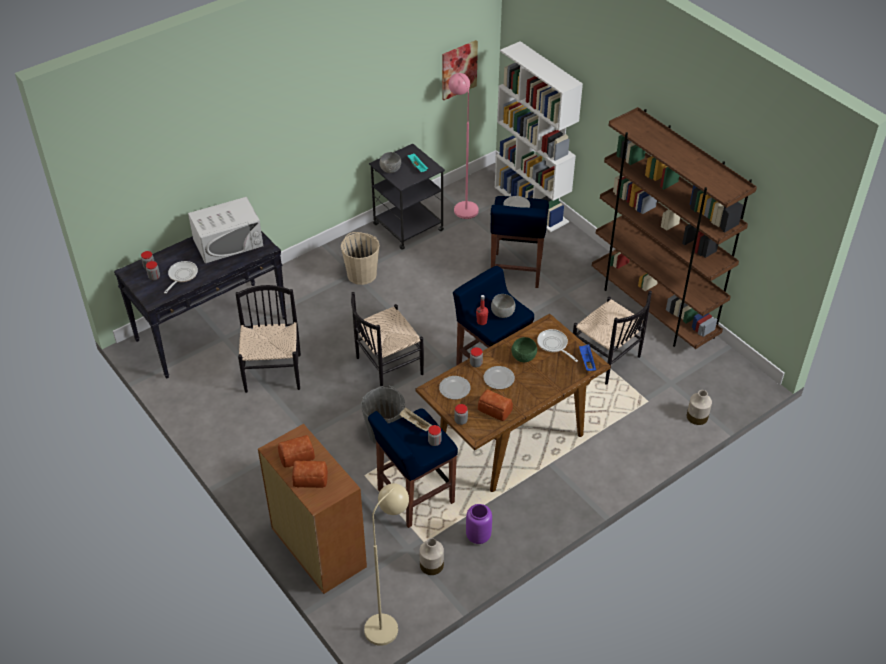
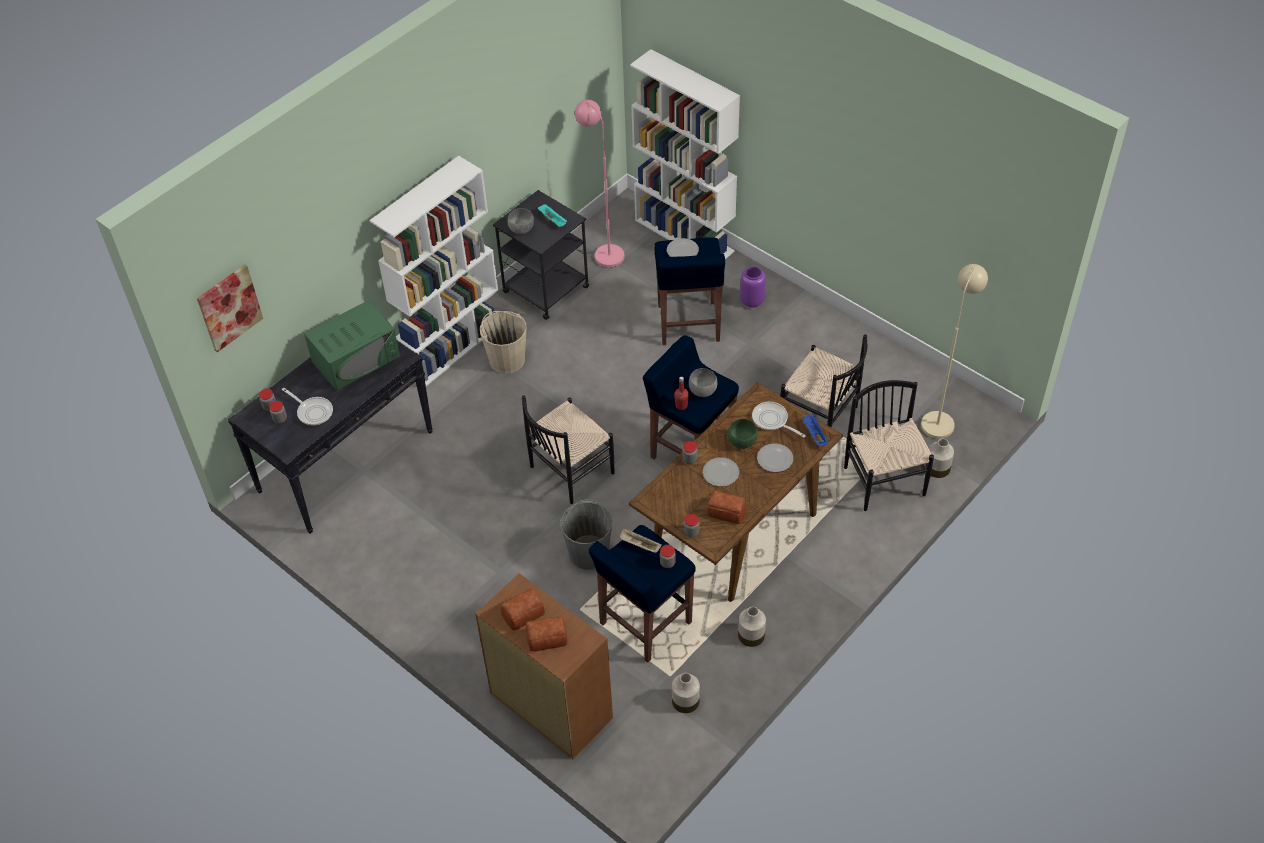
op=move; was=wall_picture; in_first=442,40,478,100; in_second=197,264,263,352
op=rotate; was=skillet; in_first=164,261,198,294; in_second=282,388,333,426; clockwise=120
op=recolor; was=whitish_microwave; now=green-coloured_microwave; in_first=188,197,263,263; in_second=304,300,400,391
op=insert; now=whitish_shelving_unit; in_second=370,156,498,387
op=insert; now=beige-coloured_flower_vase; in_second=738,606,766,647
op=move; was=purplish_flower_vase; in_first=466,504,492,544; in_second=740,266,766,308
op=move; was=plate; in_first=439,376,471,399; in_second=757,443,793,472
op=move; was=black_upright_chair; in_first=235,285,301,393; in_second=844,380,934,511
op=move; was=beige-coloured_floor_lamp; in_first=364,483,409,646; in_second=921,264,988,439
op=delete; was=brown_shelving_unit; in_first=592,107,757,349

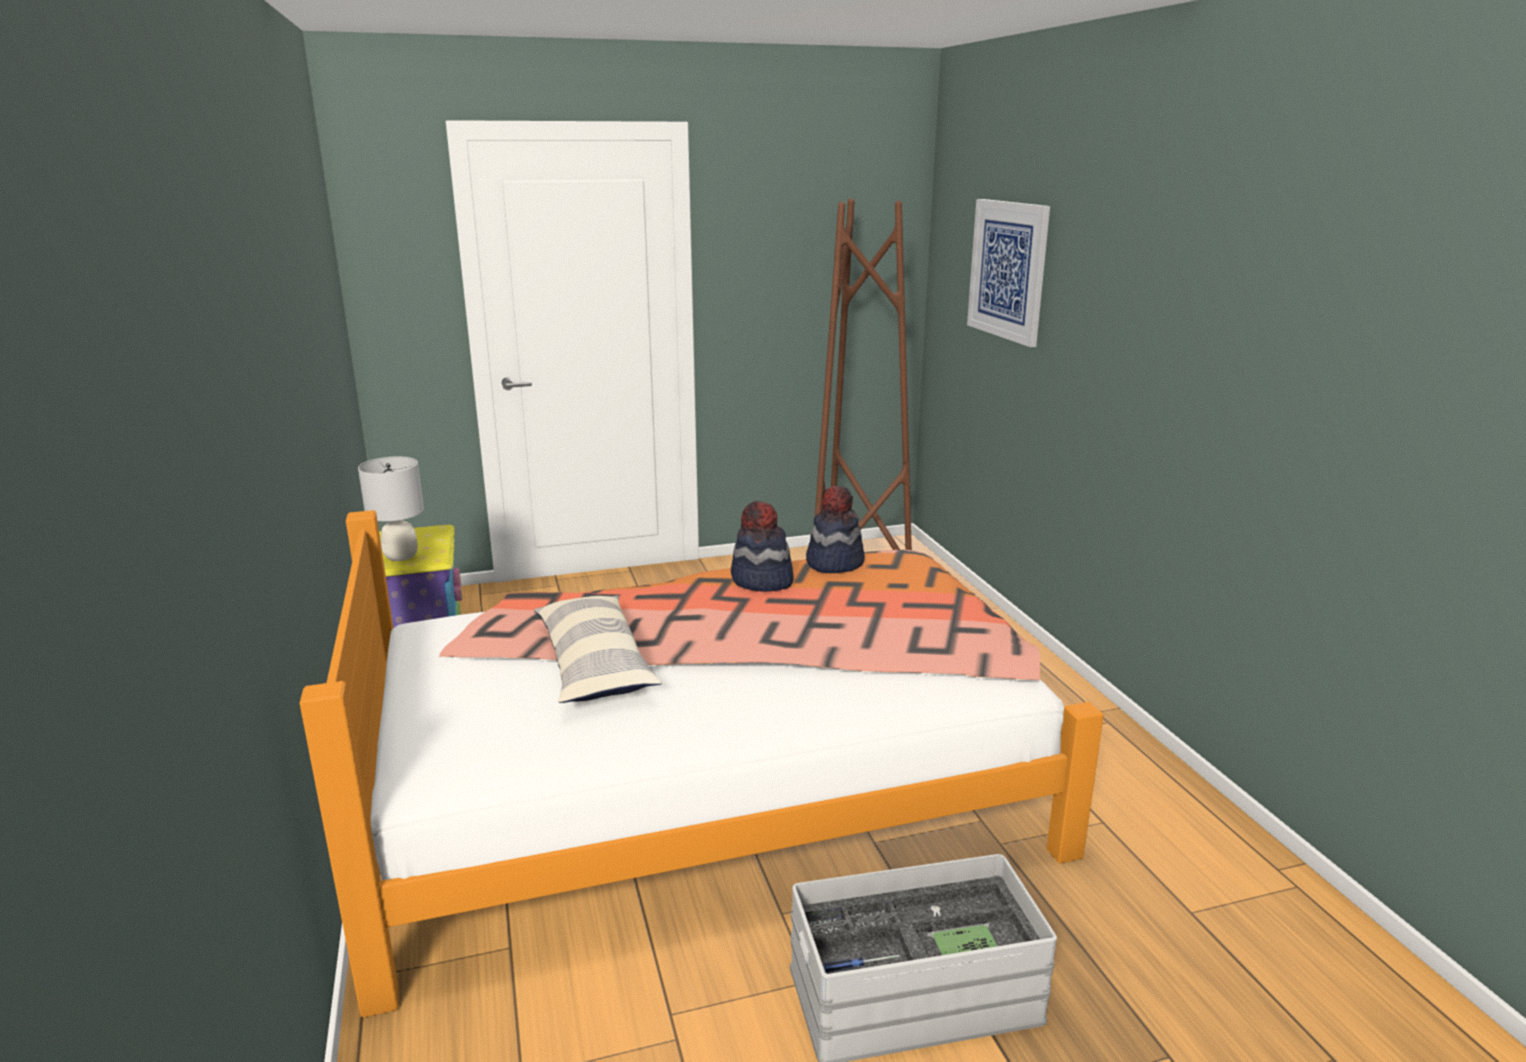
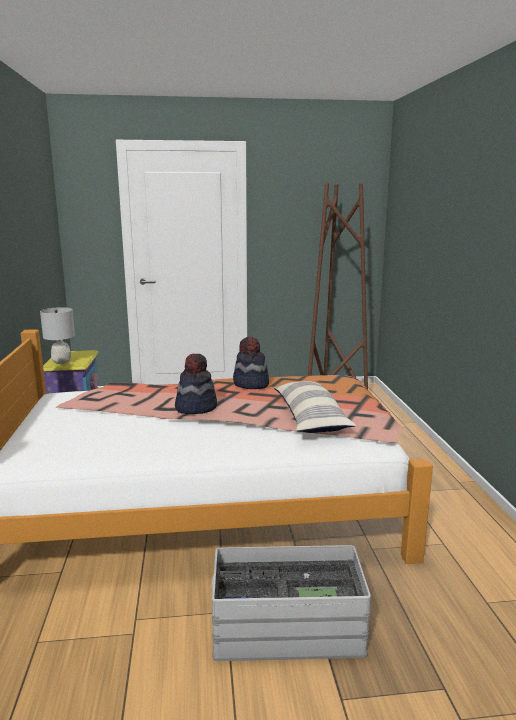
op=move; was=hat; in_first=806,486,865,573; in_second=175,354,217,414
op=move; was=throw_pillow; in_first=534,596,662,703; in_second=274,381,356,433
op=delete; was=wall_picture; in_first=967,199,1050,347

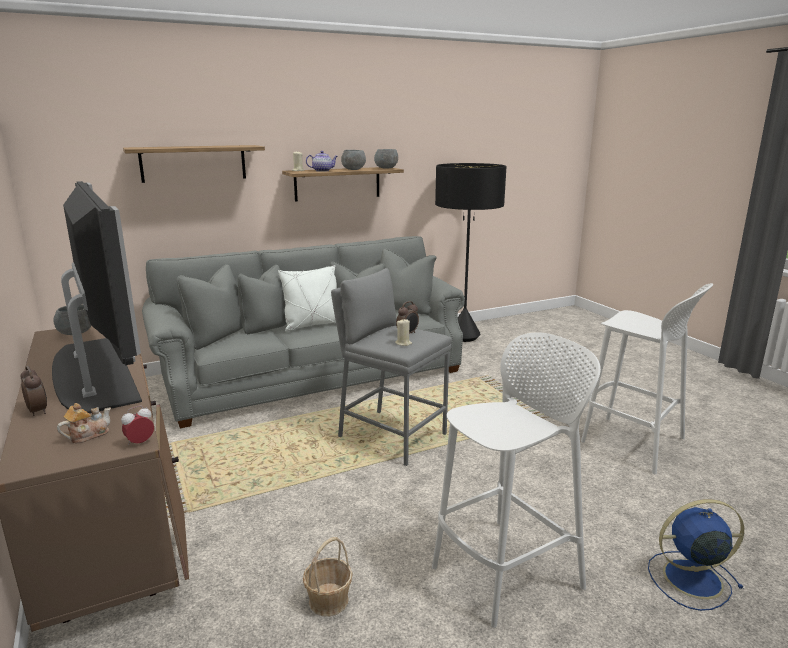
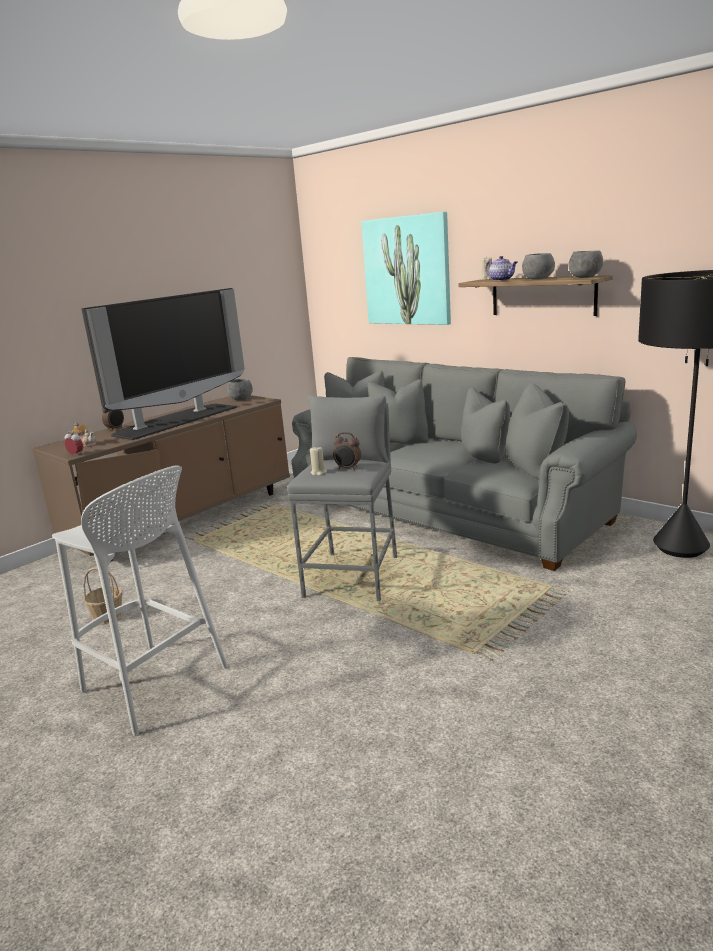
op=replace; was=wall_shelf; now=wall_picture; in_first=123,145,265,183; in_second=361,212,451,325
op=delete; was=whitish_throw_pillow; in_first=278,265,337,332
op=delete; was=whitish_sitting_stool; in_first=581,283,713,474
op=delete; was=blue_electric_fan; in_first=648,499,744,611

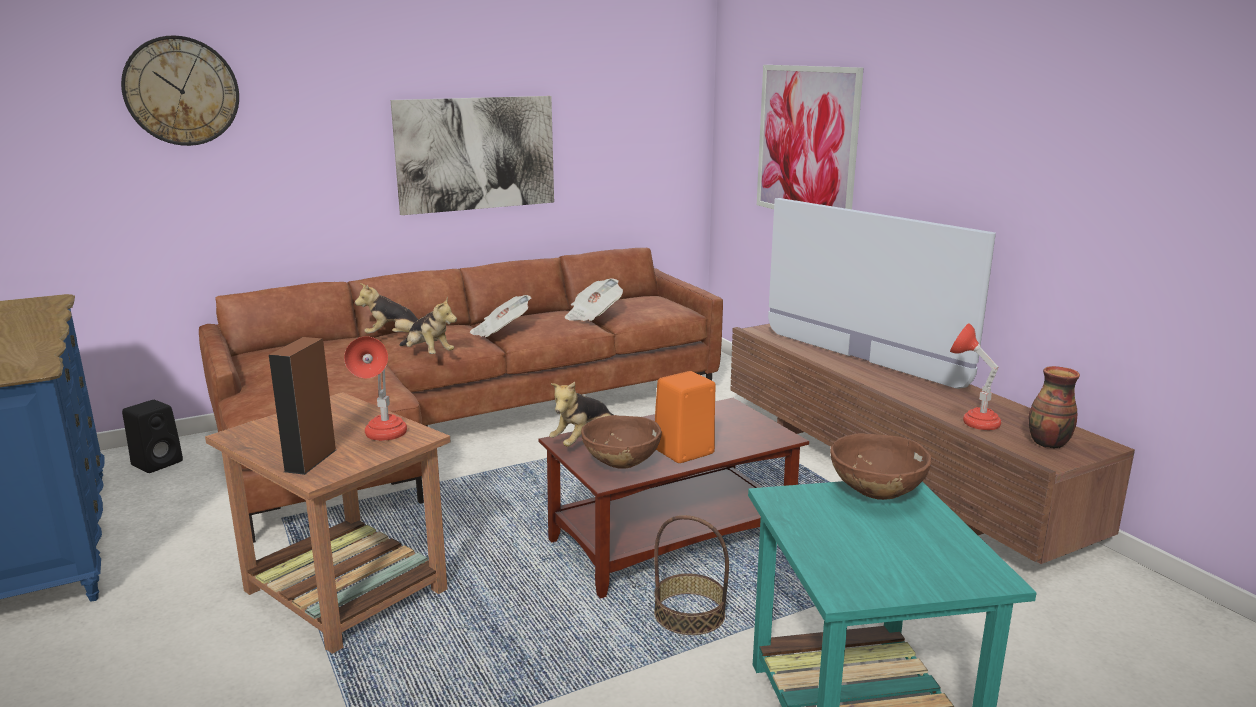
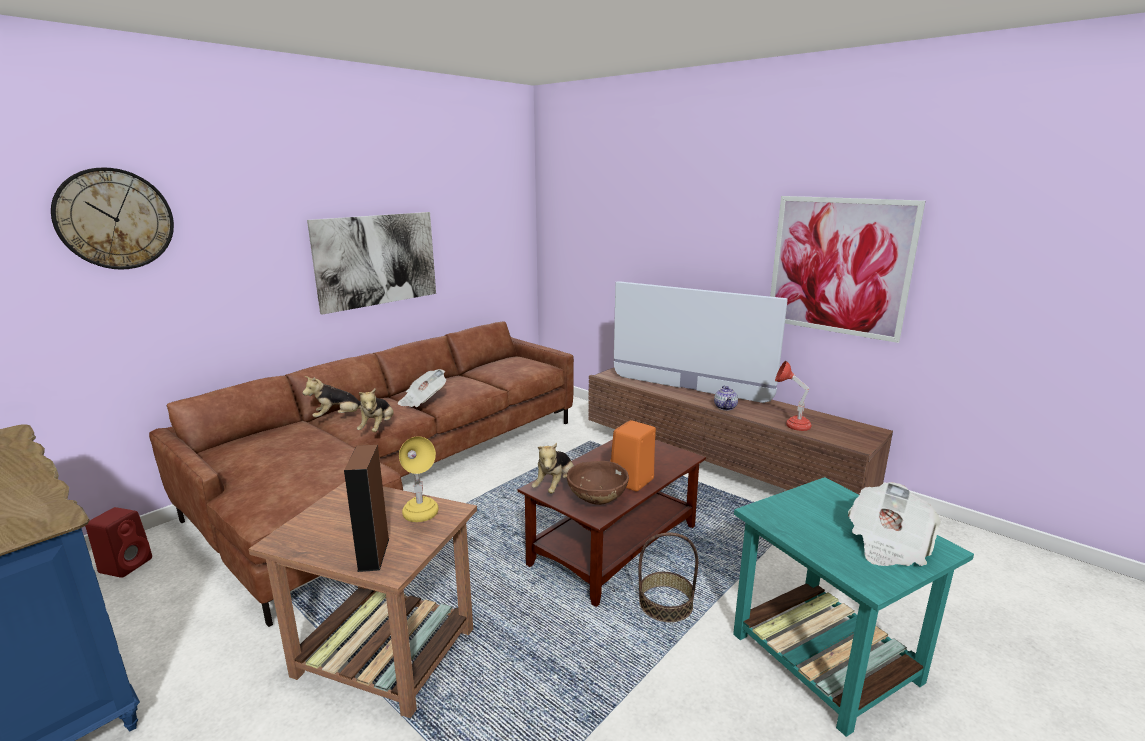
op=recolor; was=black_speaker; now=red-coloured_speaker; in_first=122,400,183,473; in_second=85,507,152,578
op=rotate; was=cuddly_toy; in_first=399,296,457,354; in_second=357,388,394,432; clockwise=75
op=recolor; was=red-coloured_tabletop_lamp; now=yellowish_tabletop_lamp; in_first=344,336,407,441; in_second=399,436,439,522
op=insert; now=tea_pot; in_second=714,386,738,410
op=move; was=wall_picture; in_first=757,65,864,209; in_second=770,196,925,343
op=move; was=printed_paper; in_first=565,278,623,321; in_second=848,482,941,566
op=delete; was=brown_deep_dish; in_first=830,433,931,500
op=delete; was=flower_vase; in_first=1029,366,1080,449

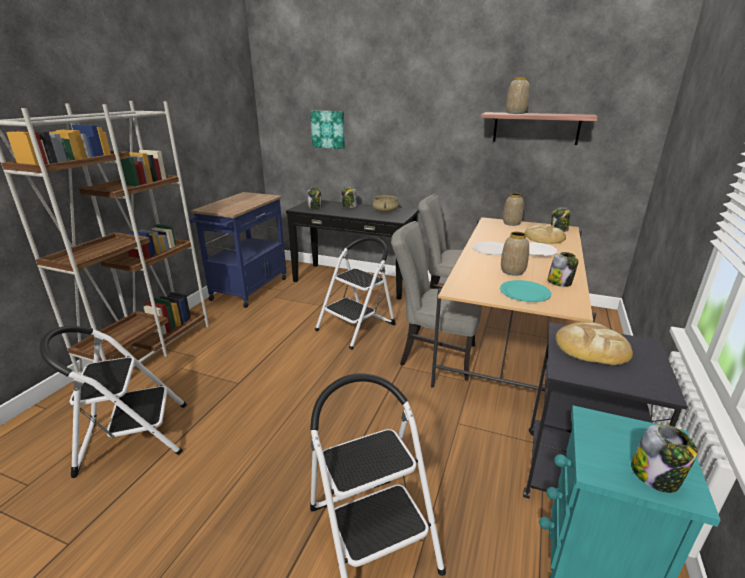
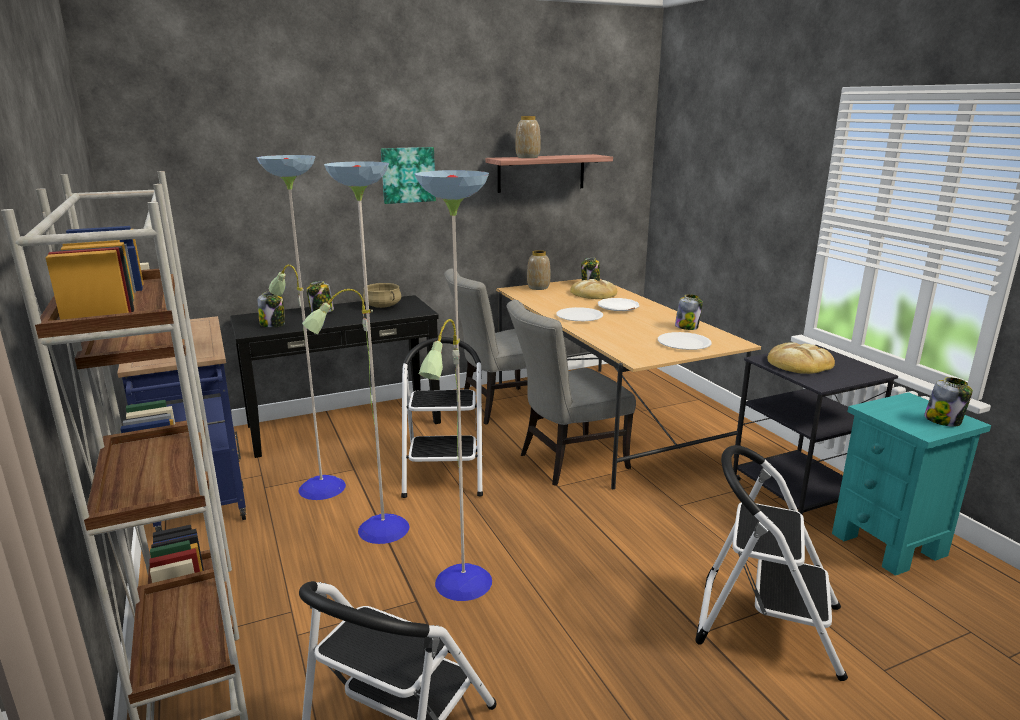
op=insert; now=floor_lamp; in_second=256,155,492,601
op=move; was=wall_picture; in_first=310,110,345,149; in_second=381,147,436,204
op=recolor; was=turquoise-coloured_plate; now=whitish_plate; in_first=500,280,551,302; in_second=658,332,712,350
op=delete; was=flower_vase; in_first=501,232,529,276

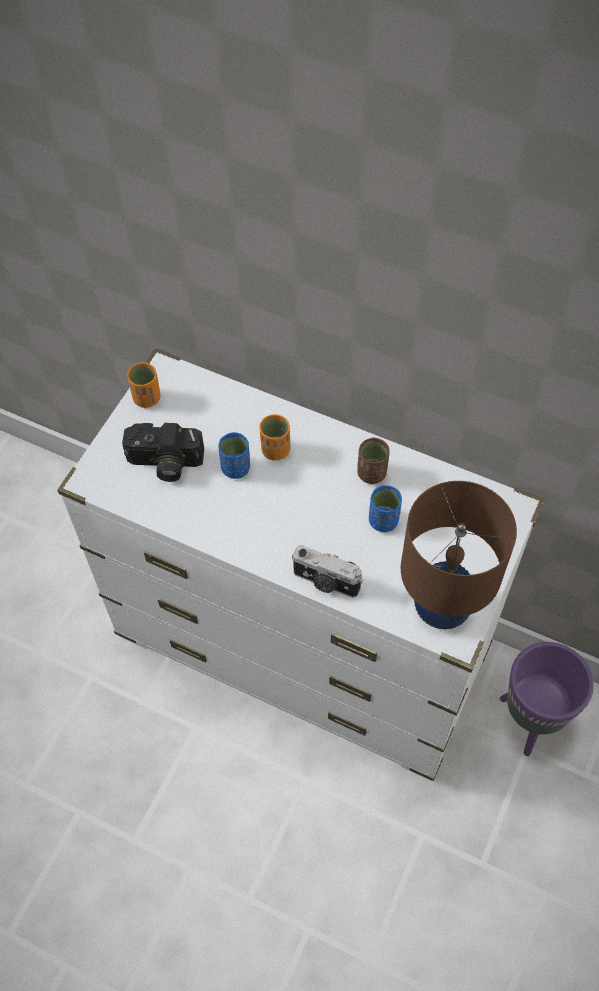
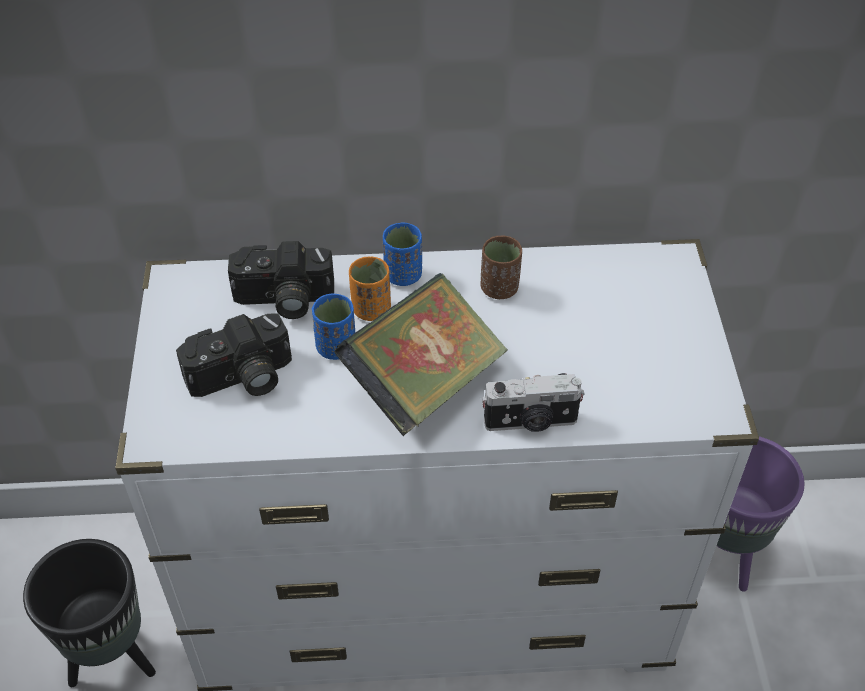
op=insert; now=black_flower_pot; in_second=23,539,156,687
op=insert; now=photo_camera; in_second=228,241,334,319
op=insert; now=bound_book; in_second=334,273,508,436
op=move; was=blue_drinking_cup; in_first=369,485,402,532; in_second=383,222,422,286
op=delete; was=orange-coloured_drinking_cup; in_first=127,362,161,408
op=delete; was=brown_tabletop_lamp; in_first=401,481,517,629

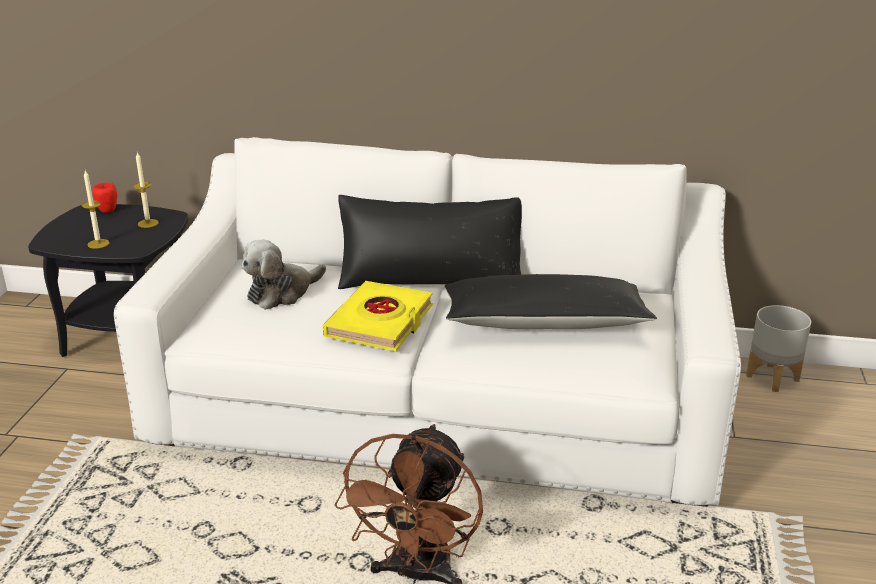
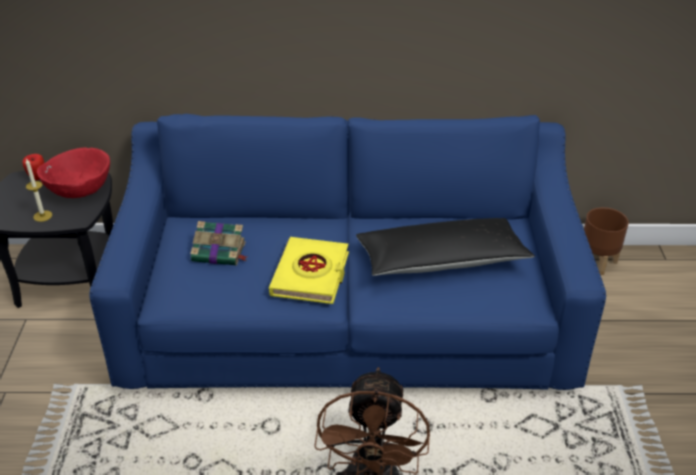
op=replace; was=wax_candle; now=red-coloured_deep_dish; in_first=133,152,159,228; in_second=37,147,110,198
op=recolor; was=whitish_sofa; now=blue_sofa; in_first=114,137,741,507; in_second=90,114,606,390
op=replace; was=cuddly_toy; now=bound_book; in_first=242,240,326,310; in_second=190,221,247,265
op=recolor; was=grey_flower_pot; now=brown_flower_pot; in_first=746,305,811,392; in_second=584,207,629,275
op=delete; was=black_throw_pillow; in_first=338,195,522,289

